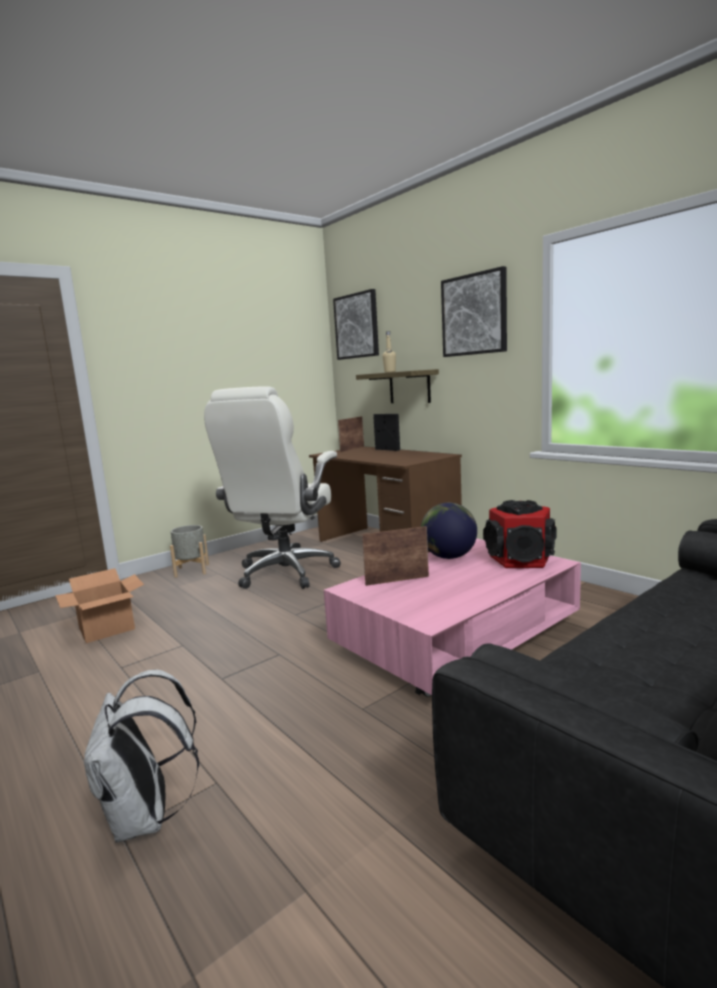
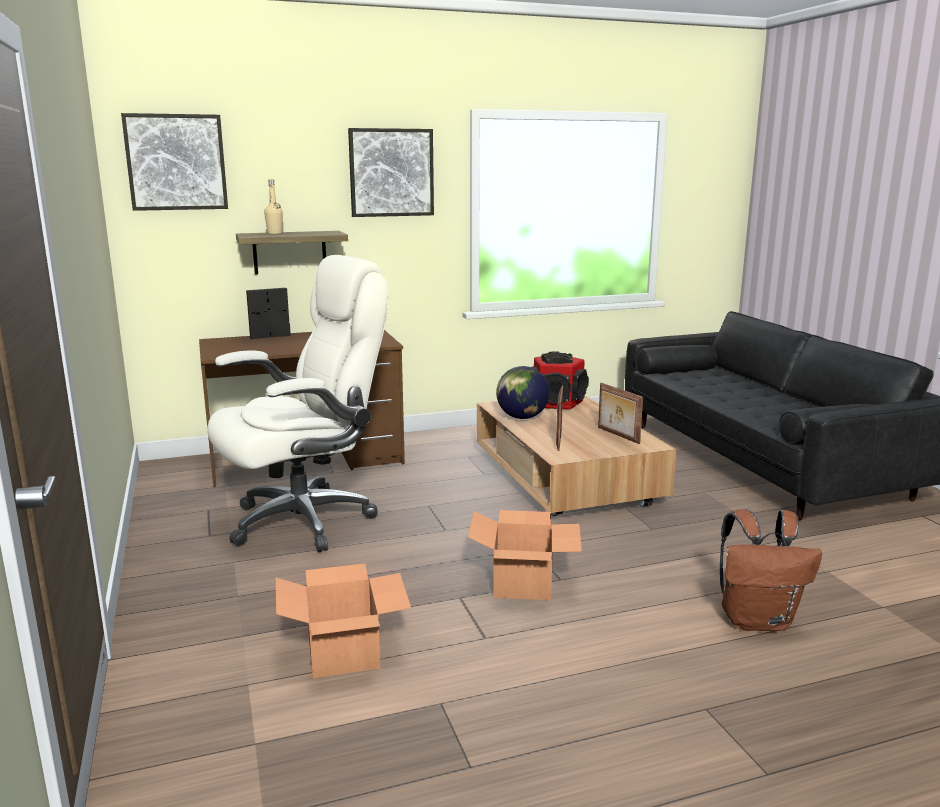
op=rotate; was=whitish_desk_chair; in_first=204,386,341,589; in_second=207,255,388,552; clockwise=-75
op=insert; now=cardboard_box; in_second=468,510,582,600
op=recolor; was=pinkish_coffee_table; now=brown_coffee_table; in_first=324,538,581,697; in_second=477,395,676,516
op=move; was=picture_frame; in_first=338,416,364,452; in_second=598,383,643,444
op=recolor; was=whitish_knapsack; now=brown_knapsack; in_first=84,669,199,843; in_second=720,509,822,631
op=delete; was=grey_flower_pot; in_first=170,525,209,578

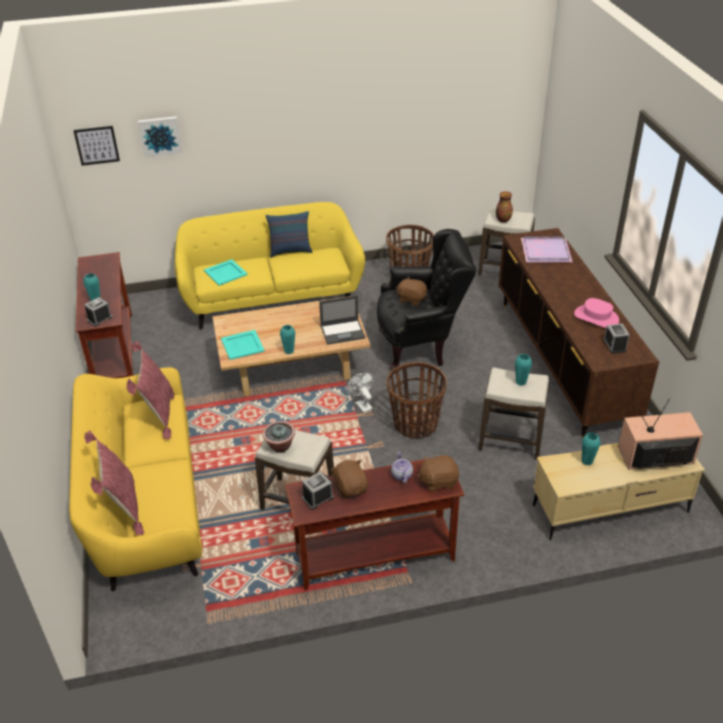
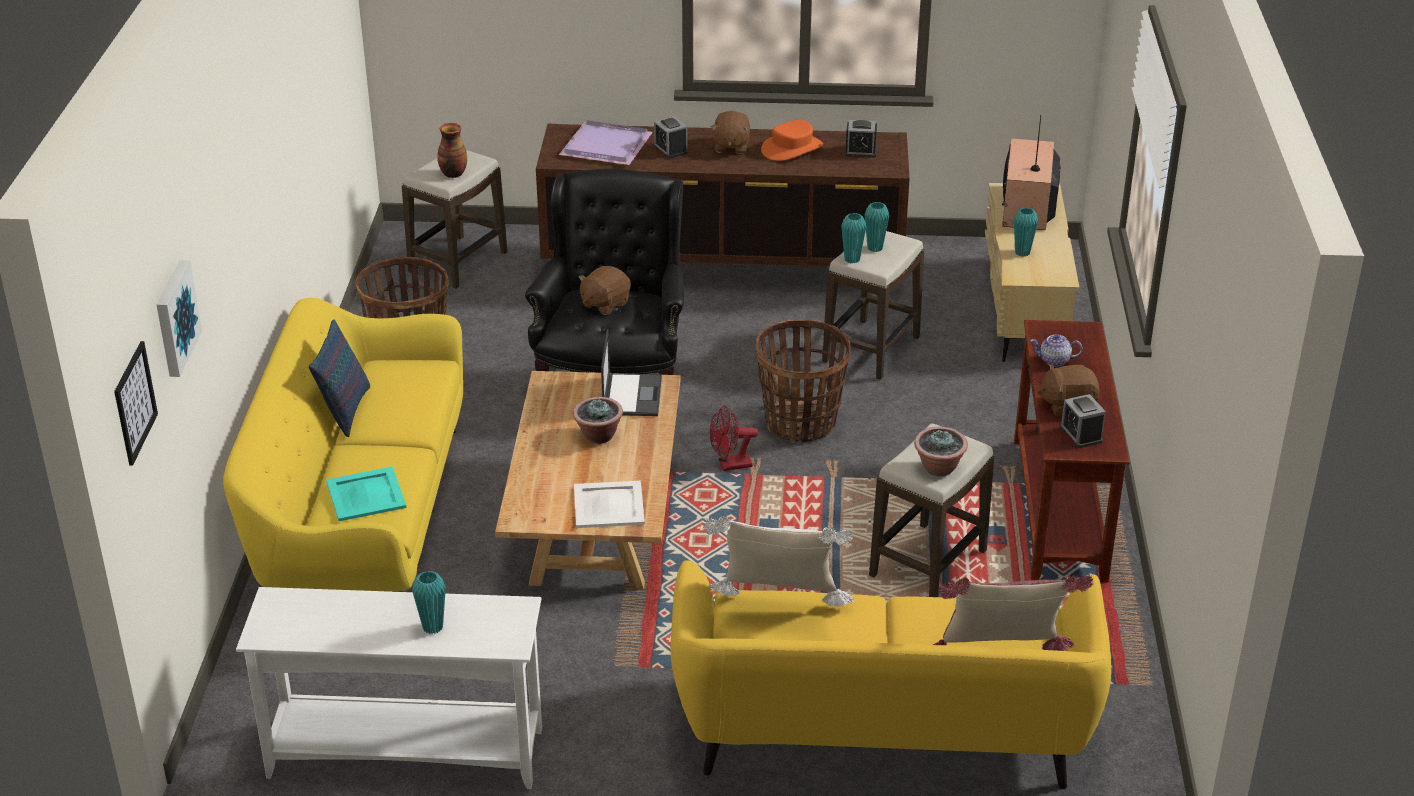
op=recolor; was=brown_narrow_table; now=whitish_narrow_table; in_first=76,252,134,378; in_second=236,587,542,789
op=insert; now=potted_plant; in_second=573,397,623,444
op=recolor; was=turquoise-coloured_serving_tray; now=whitish_serving_tray; in_first=221,330,265,360; in_second=574,481,645,528
op=move; was=table_clock; in_first=84,297,113,327; in_second=654,116,688,159
op=recolor; was=red-coloured_throw_pillow; now=whitish_throw_pillow; in_first=127,341,175,439; in_second=703,516,854,607
op=recolor; was=whitish_electric_fan; now=red-coloured_electric_fan; in_first=346,373,374,413; in_second=710,405,758,471
op=move; was=brown_cuddly_toy; in_first=417,455,459,492; in_second=711,111,751,154
op=recolor; was=pinkish_hat; now=orange-coloured_hat; in_first=574,298,619,328; in_second=761,120,823,161
op=move; was=turquoise-coloured_flower_vase; in_first=280,325,295,354; in_second=841,213,866,264

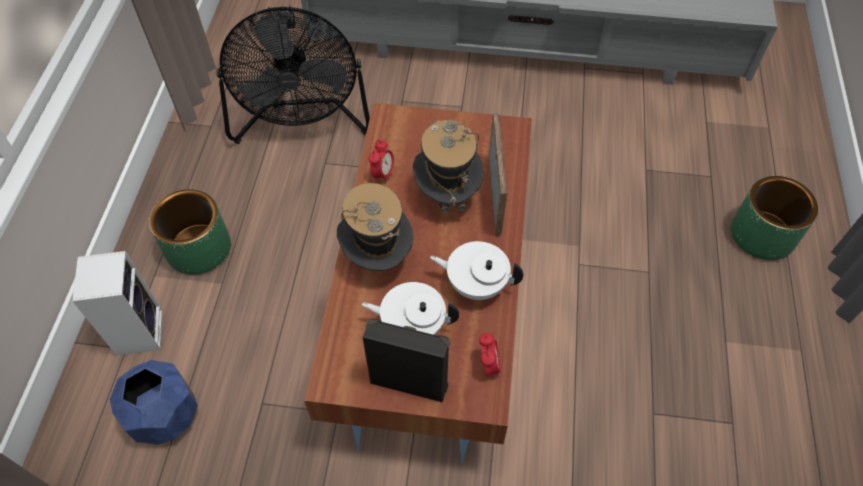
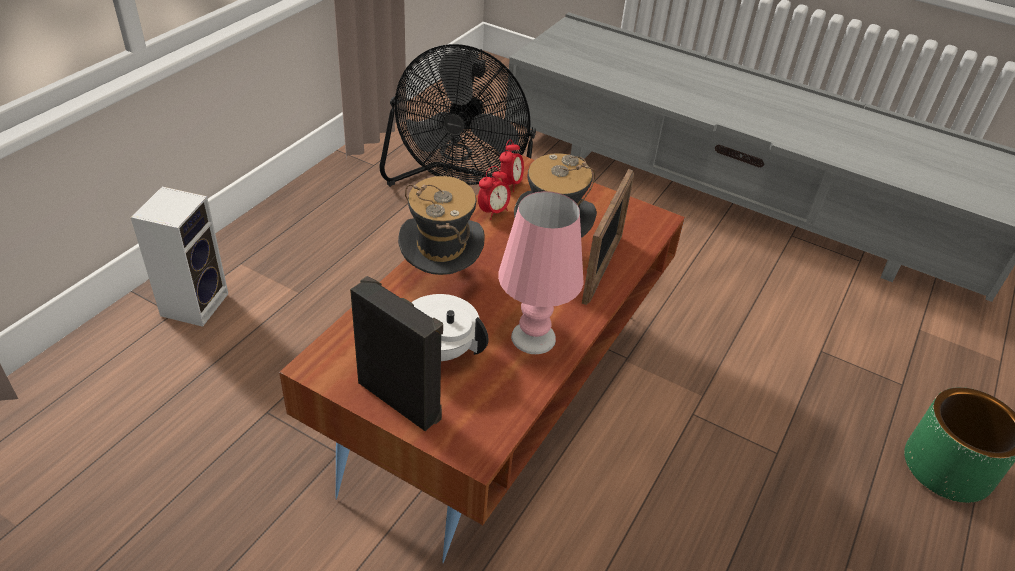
op=replace; was=whitish_tea_pot; now=pinkish_tabletop_lamp; in_first=430,241,524,300; in_second=498,191,584,354
op=move; was=table_clock; in_first=479,333,501,377; in_second=500,140,524,192
op=delete; was=blue_flower_pot; in_first=110,360,198,445
op=delete; was=green-coloured_flower_pot; in_first=149,189,231,275

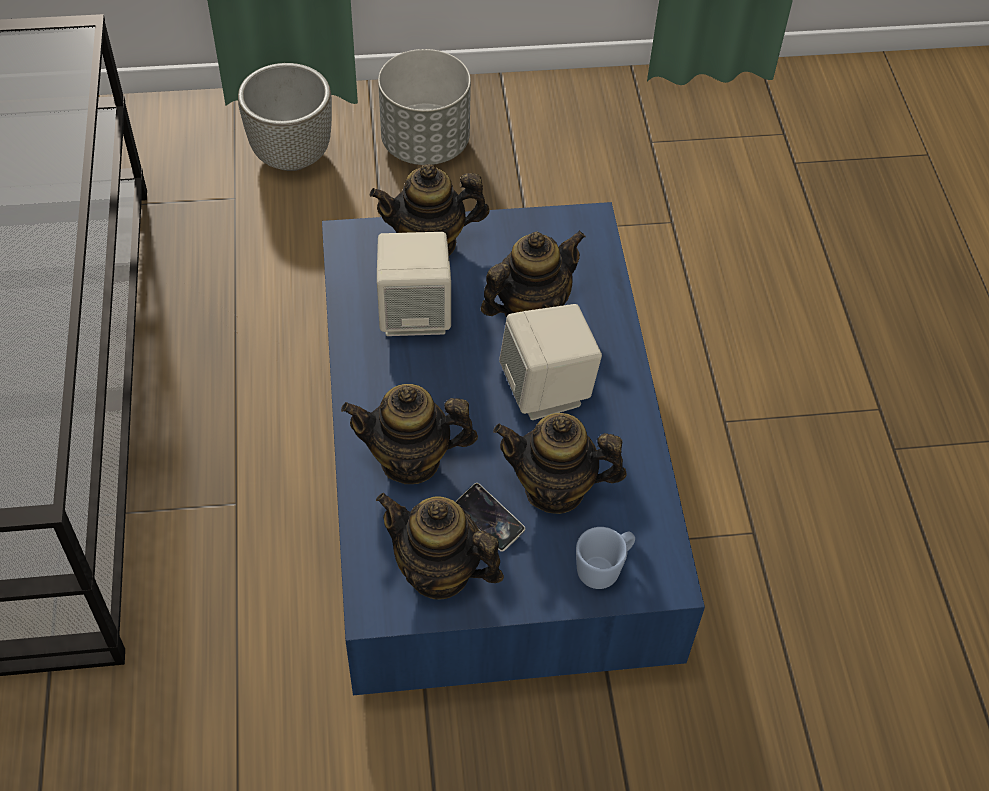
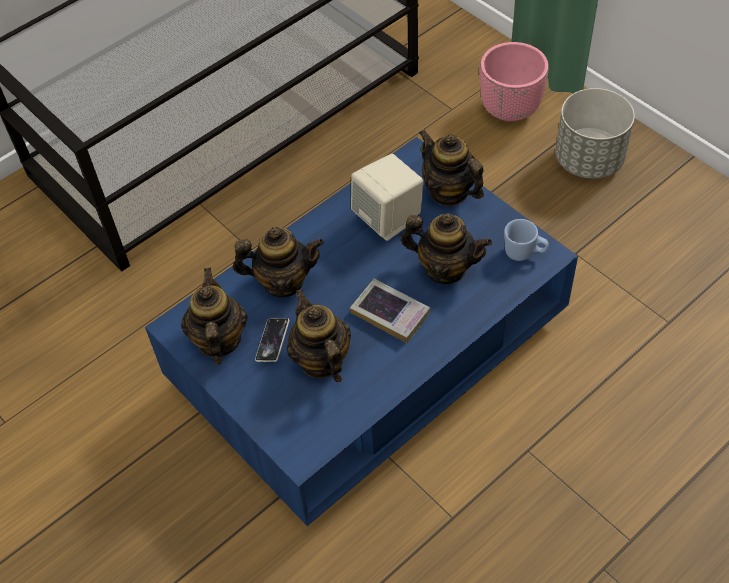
op=rotate; was=tea_pot; in_first=341,384,478,484; in_second=233,227,324,298; clockwise=120
op=replace; was=beige-coloured_speaker; now=bound_book; in_first=499,304,602,420; in_second=350,279,431,343
op=recolor; was=grey_flower_pot; now=pinkish_flower_pot; in_first=238,63,332,171; in_second=479,42,549,122
op=move; was=blue_mug; in_first=576,527,635,589; in_second=504,219,549,261

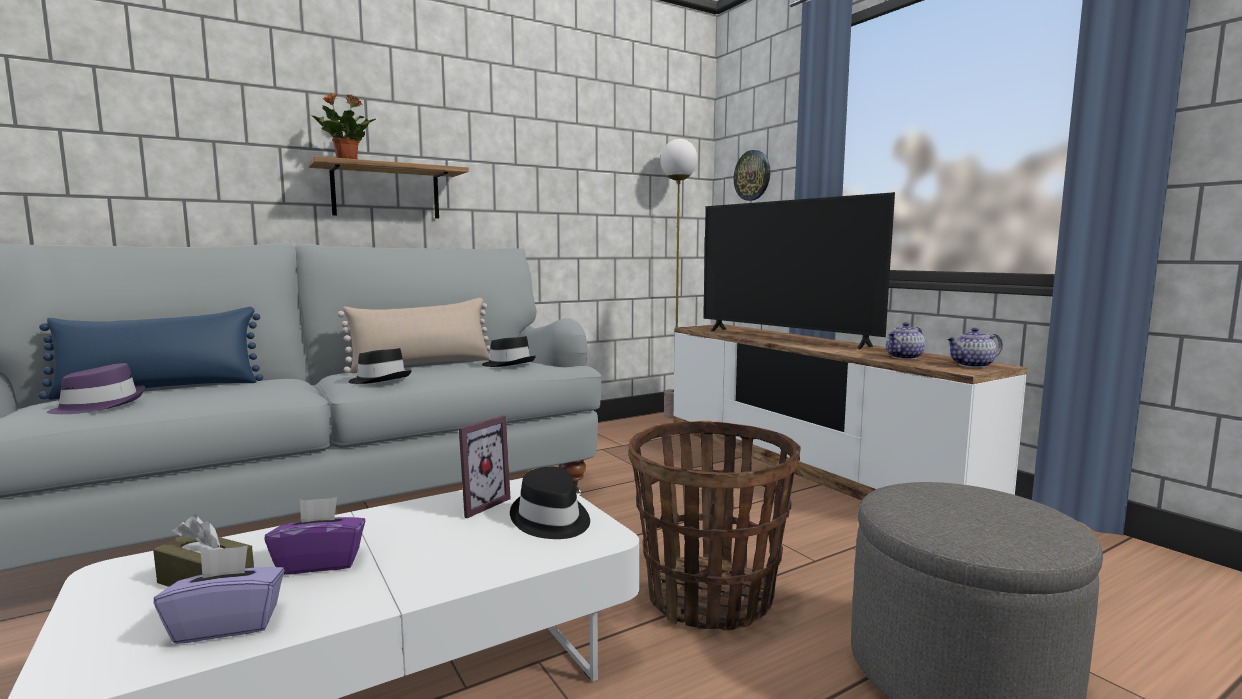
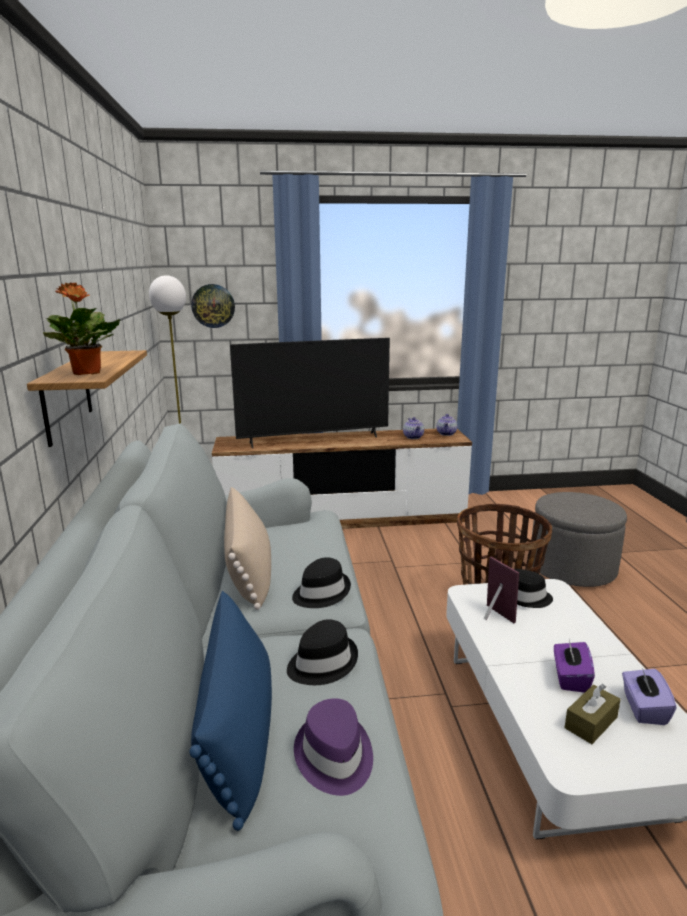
op=move; was=black_hat; in_first=482,336,536,367; in_second=287,619,358,685

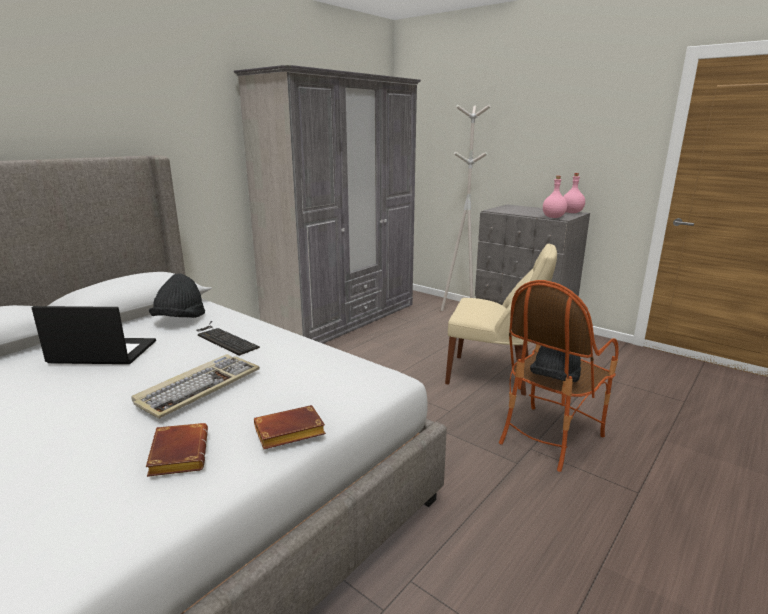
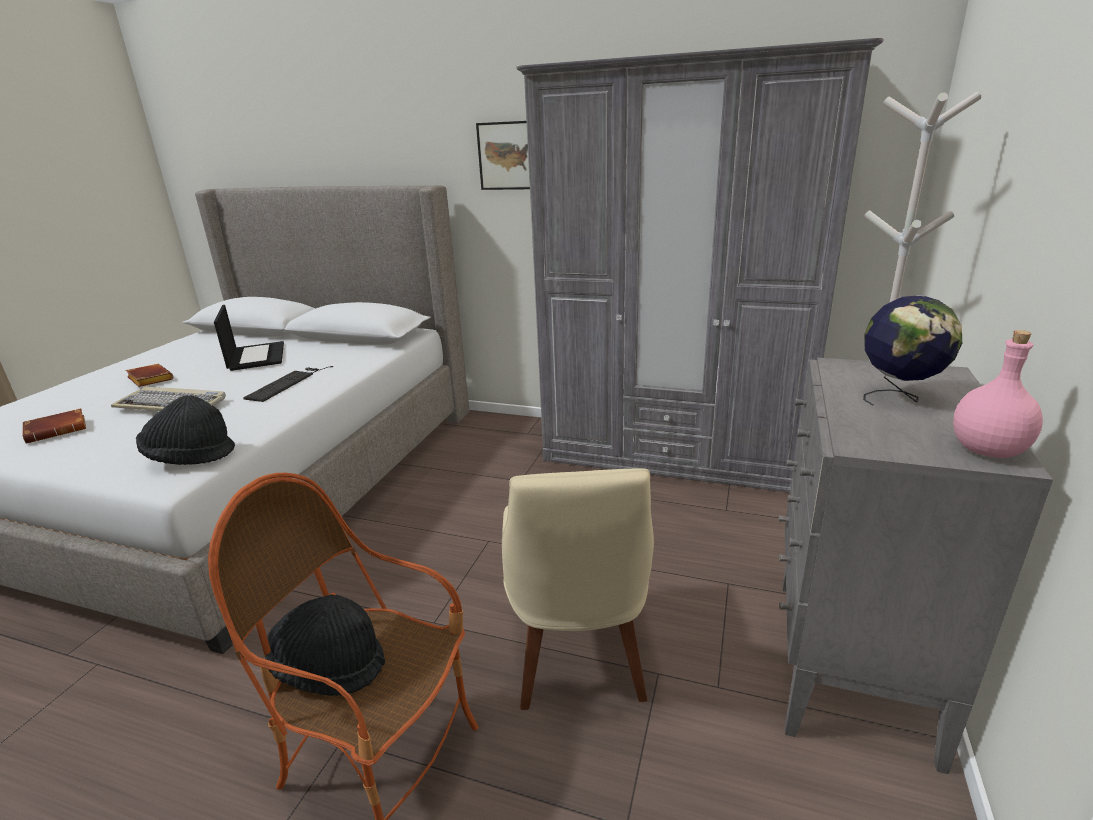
op=move; was=brown_bound_book; in_first=254,405,326,449; in_second=125,364,173,387
op=move; was=black_hat; in_first=149,273,205,318; in_second=136,395,235,465
op=insert; now=wall_picture; in_second=476,121,530,190
op=insert; now=globe; in_second=863,295,962,406
op=delete; was=pinkish_beverage_bottle; in_first=543,176,567,218

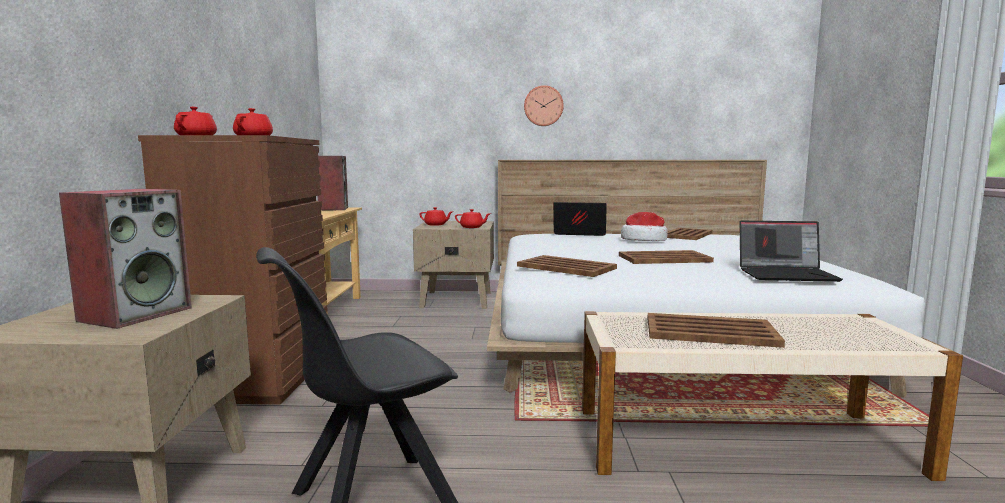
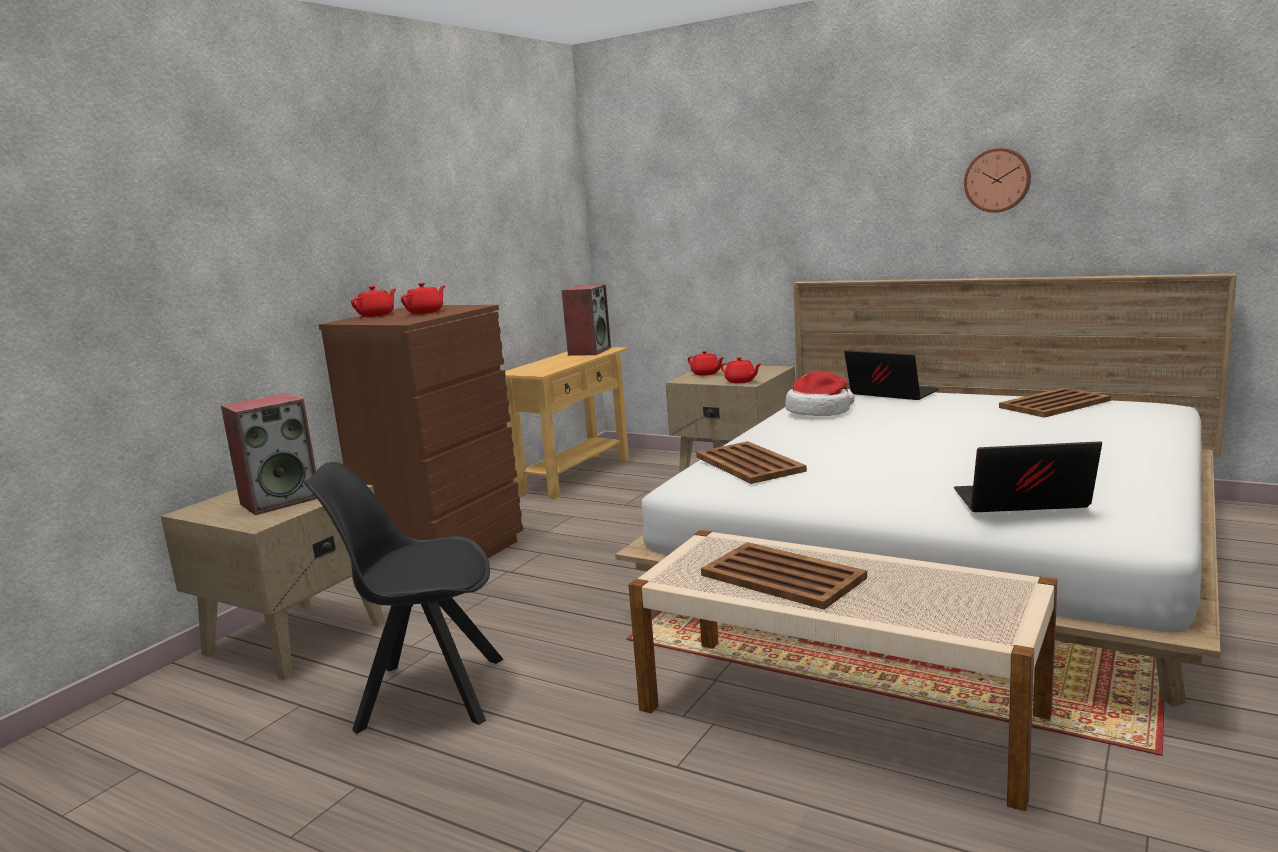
op=move; was=hat; in_first=621,212,667,241; in_second=785,371,855,416
op=rotate; was=notebook_computer; in_first=739,221,843,282; in_second=954,441,1102,512; clockwise=150
op=move; was=wall_clock; in_first=524,85,564,126; in_second=964,148,1031,213
op=delete; was=brown_serving_tray; in_first=619,250,714,264

